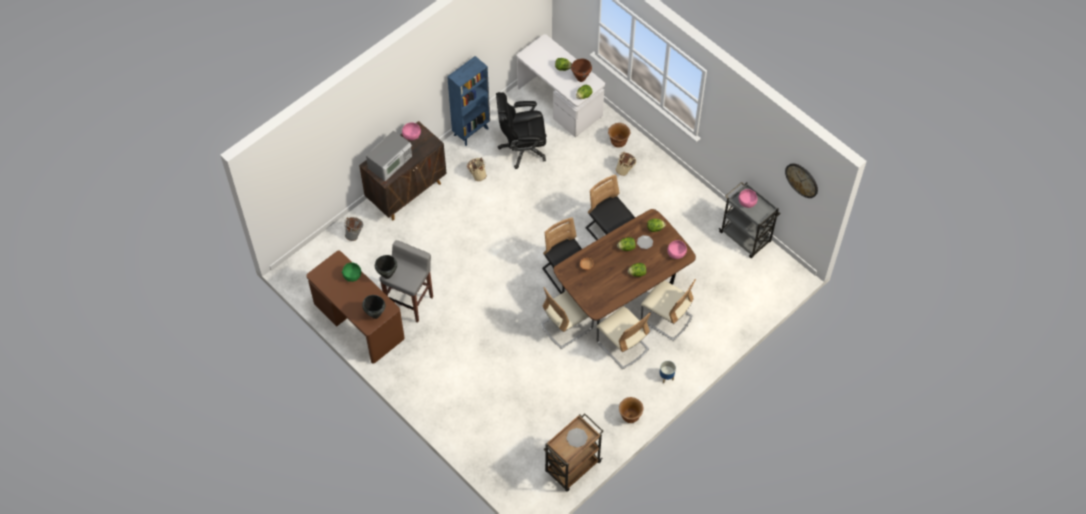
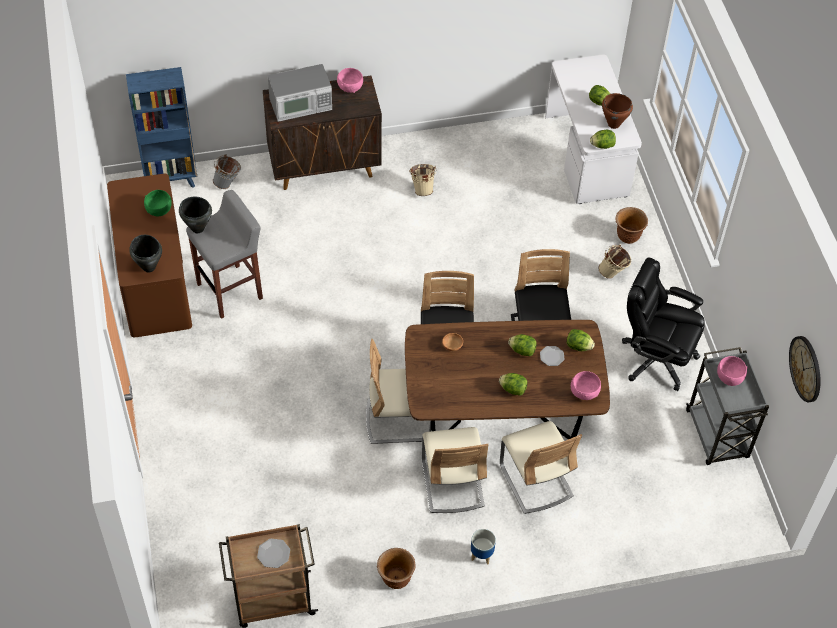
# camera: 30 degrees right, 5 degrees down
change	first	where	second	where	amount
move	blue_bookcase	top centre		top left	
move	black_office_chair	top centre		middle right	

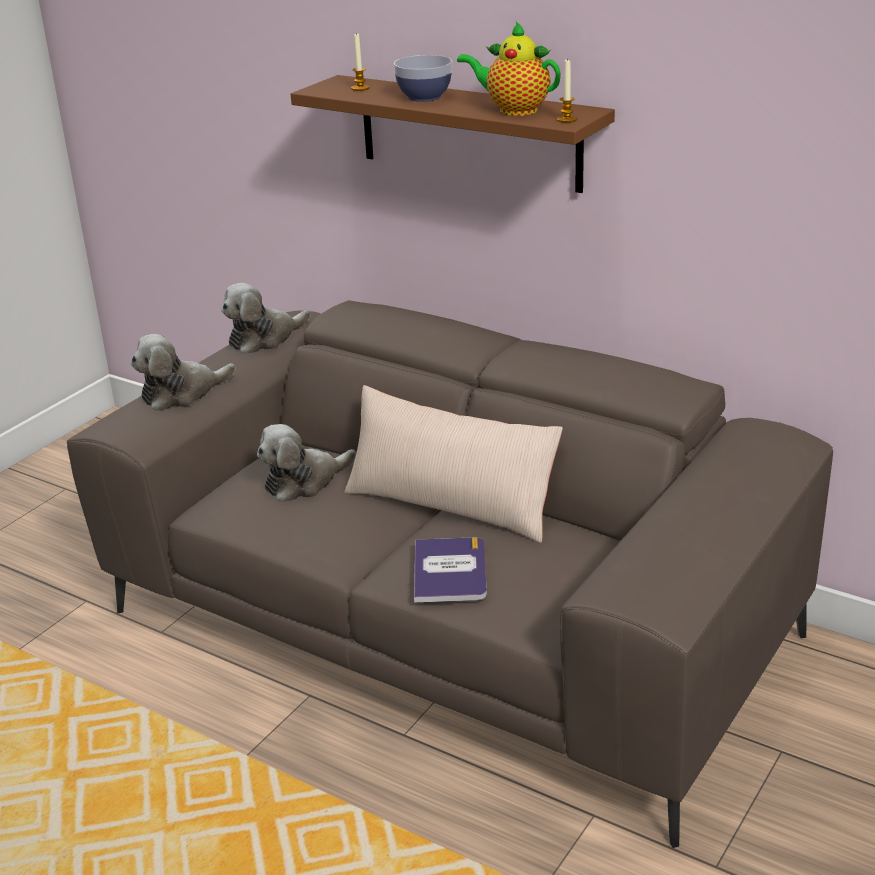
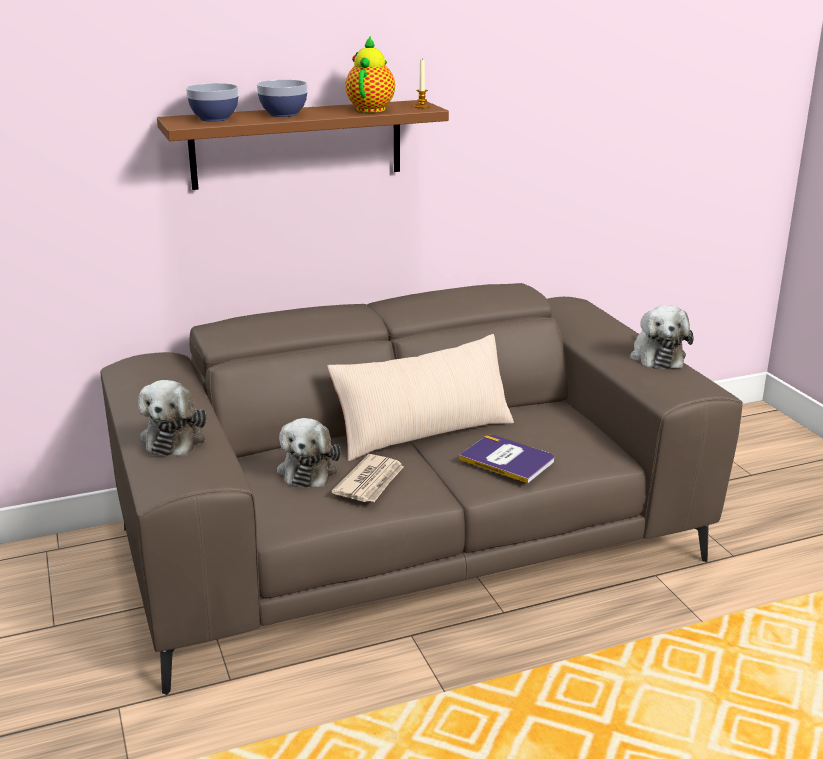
# camera: 55 degrees left, 5 degrees down
change	first	where	second	where	amount
insert			newspaper	centre	
move	plush_toy (2nd from left in the first image)	middle left	plush_toy (3rd from left)	middle right	
replace	candle (1st from left)	top centre	bowl (1st from left)	top left	
rotate	teapot	top centre		top centre	135 degrees clockwise

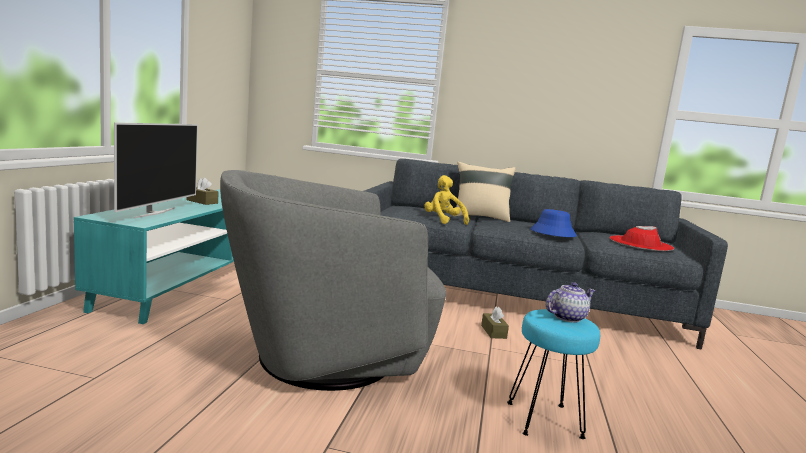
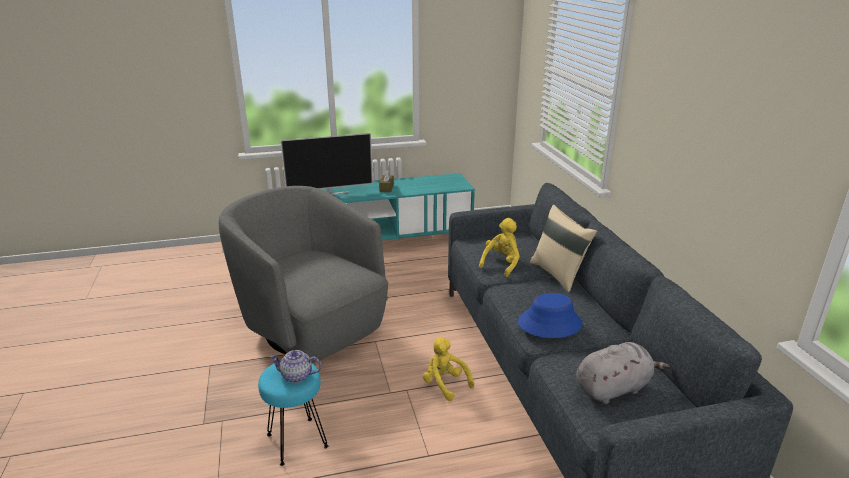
# camera: 65 degrees right, 15 degrees up
change	first	where	second	where	amount
replace	brown_tissue_box (2nd from left)	bottom centre	yellow_plush_toy (1st from left)	bottom centre	
replace	red_hat	middle right	grey_plush_toy	bottom right	
rotate	teapot	bottom right		bottom centre	150 degrees clockwise

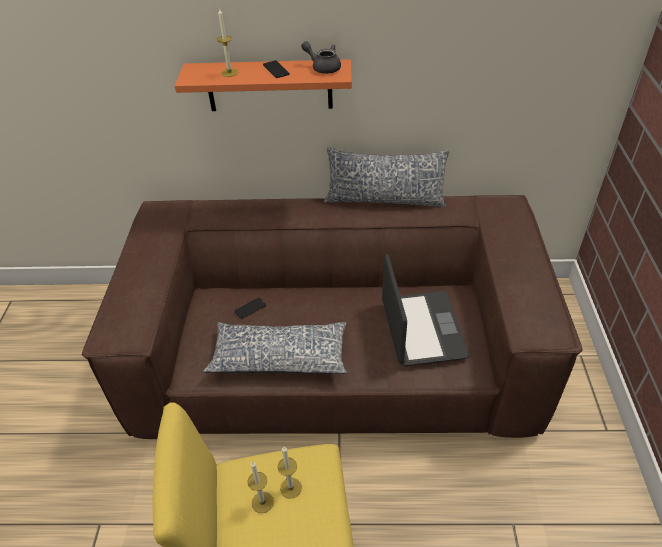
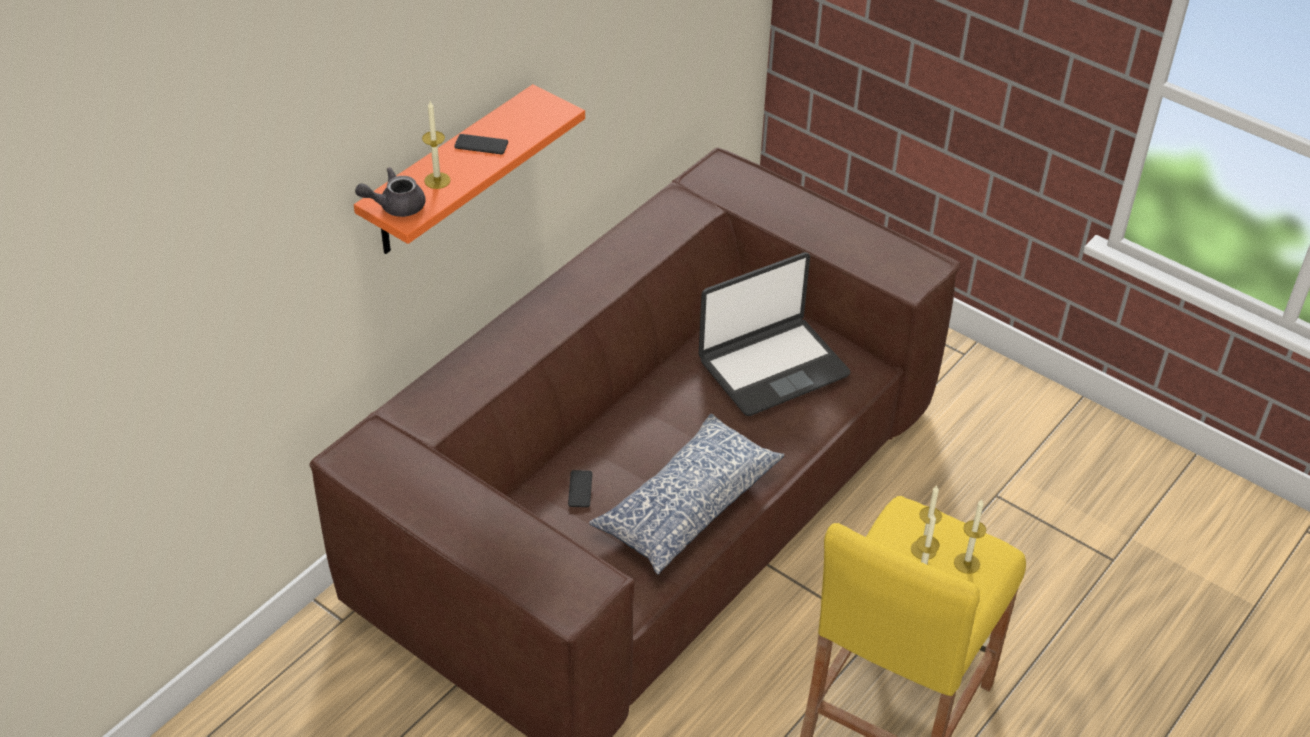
# camera: 55 degrees left, 0 degrees up
change	first	where	second	where	amount
delete	pillow (2nd from left)	top centre			
insert			candle (4th from left)	bottom right	
move	grey_teapot	top centre		top left	
rotate	laptop	centre		centre	120 degrees clockwise

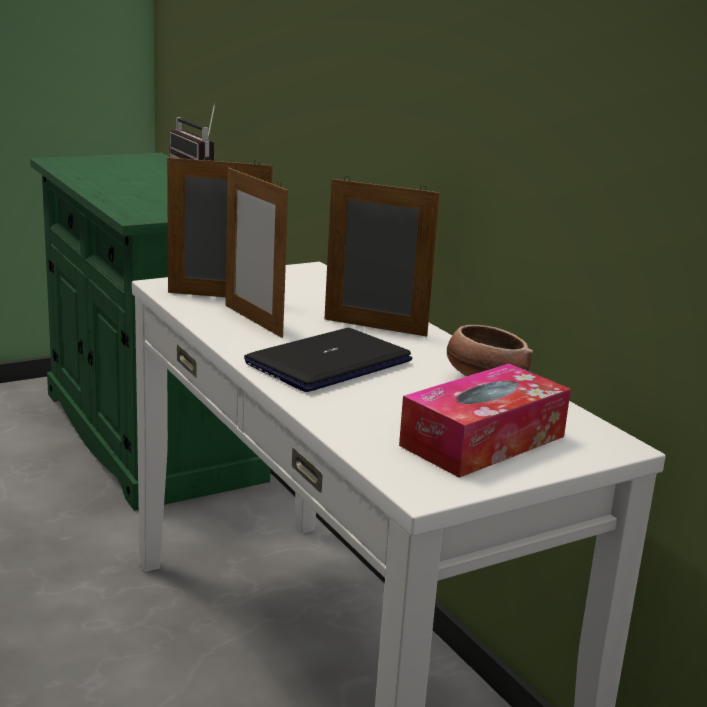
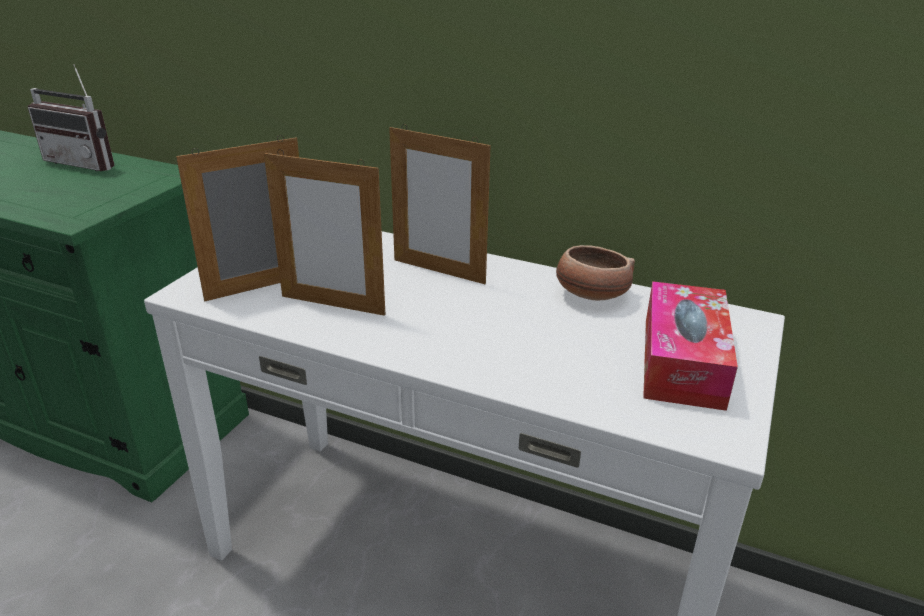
# camera: 35 degrees left, 10 degrees up
change	first	where	second	where	amount
delete	laptop	centre			
rotate	picture_frame (3rd from left)	centre		top centre	135 degrees counterclockwise

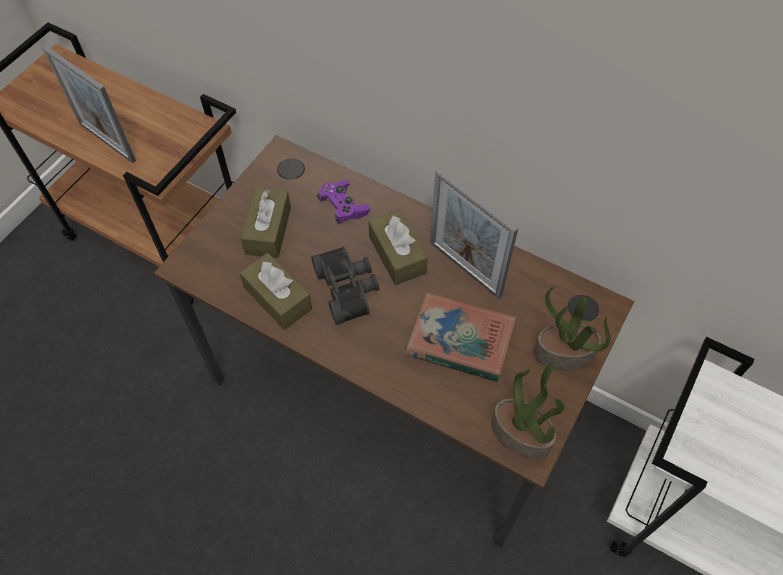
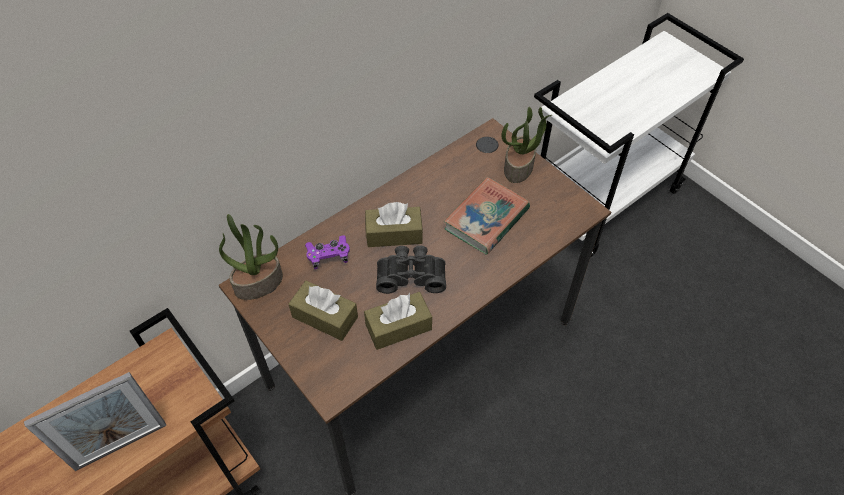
# camera: 70 degrees left, 5 degrees down
change	first	where	second	where	amount
delete	picture_frame (2nd from left)	centre			
move	potted_plant (1st from left)	bottom right		middle left	

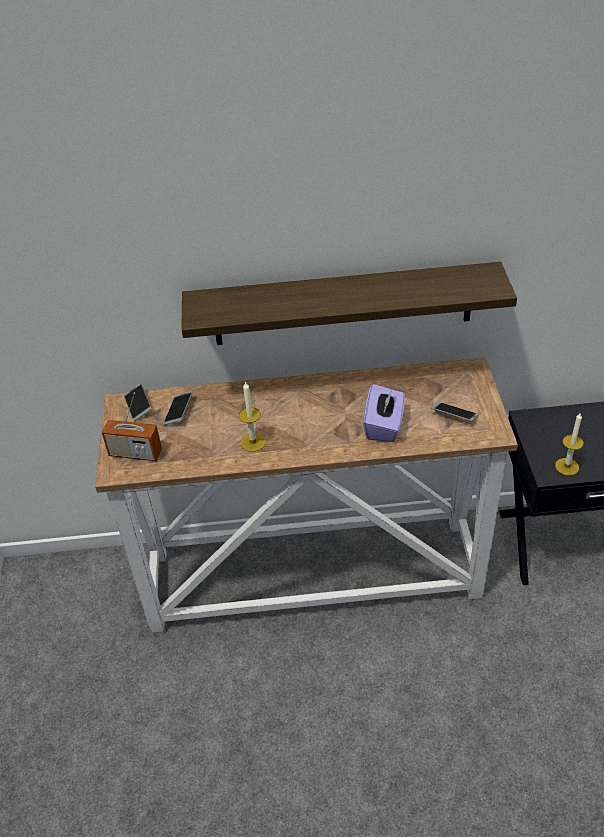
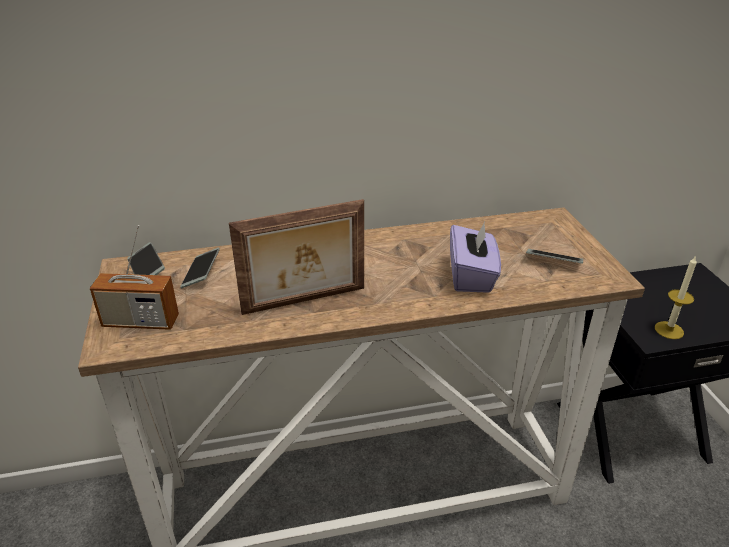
# camera: 10 degrees left, 10 degrees down
change	first	where	second	where	amount
delete	shelf	centre			
replace	candle (1st from left)	centre	picture_frame	centre	

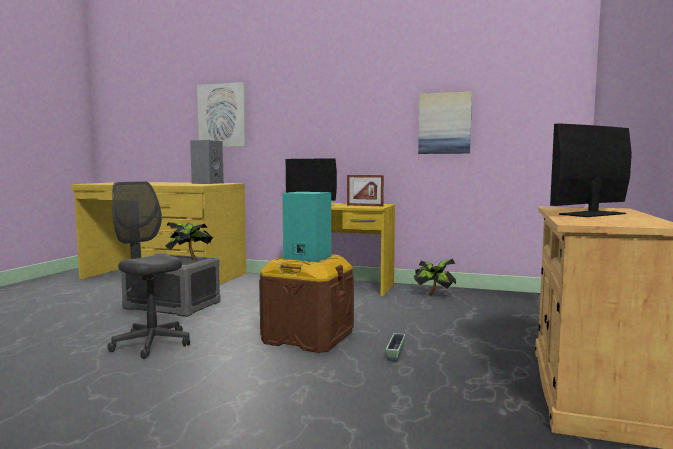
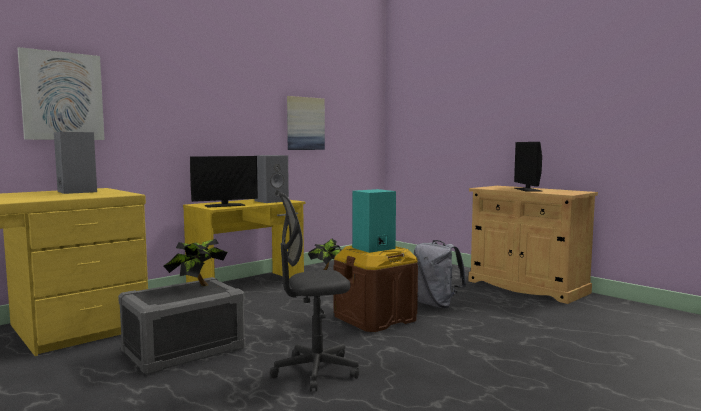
# camera: 60 degrees left, 0 degrees up
change	first	where	second	where	amount
replace	picture_frame	centre	grey_speaker (2nd from left)	centre	
replace	planter	bottom centre	grey_backpack	bottom centre	

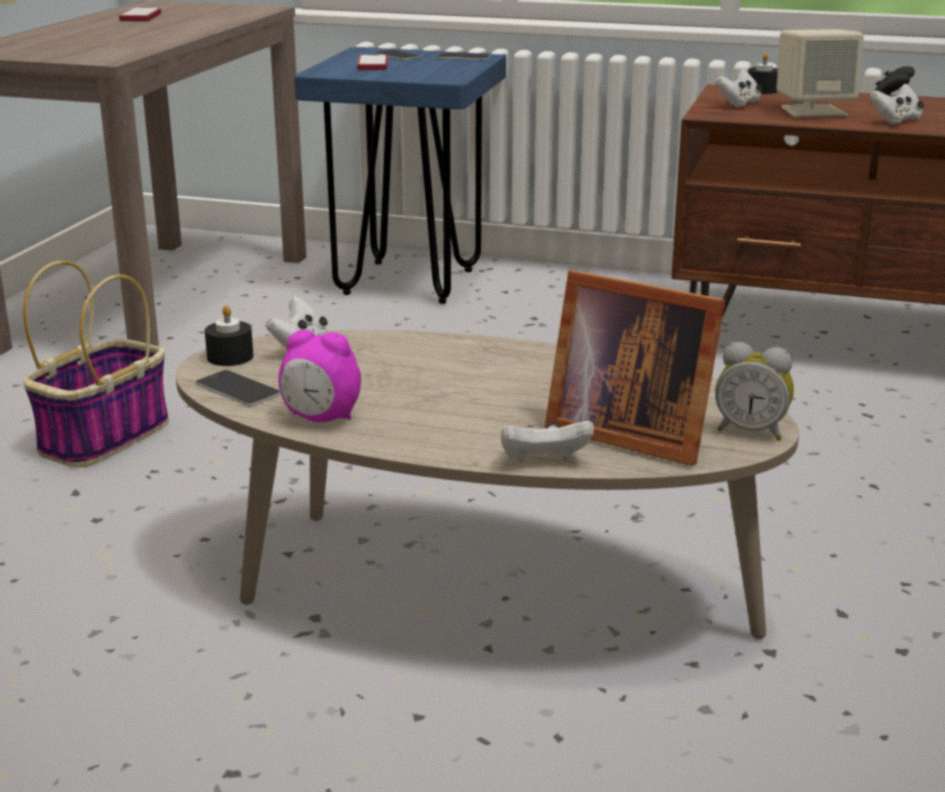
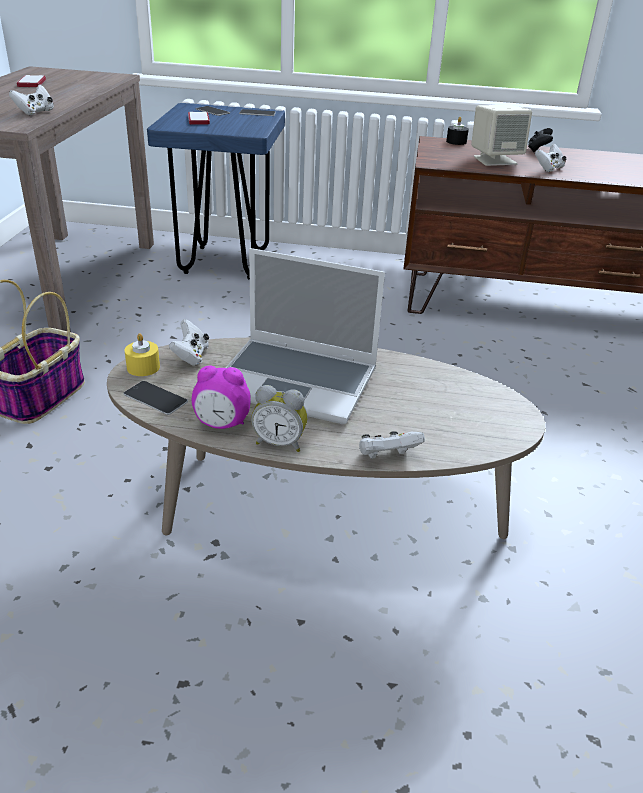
# camera: 10 degrees left, 10 degrees up
change	first	where	second	where	amount
delete	picture_frame	middle right			
insert			laptop	centre	
move	white_game_controller (3rd from left in the first image)	top right	white_game_controller (1st from left)	top left	
move	alarm_clock (2nd from left)	middle right		centre	
recolor	black_candle (1st from left)	middle left	yellow_candle	middle left	

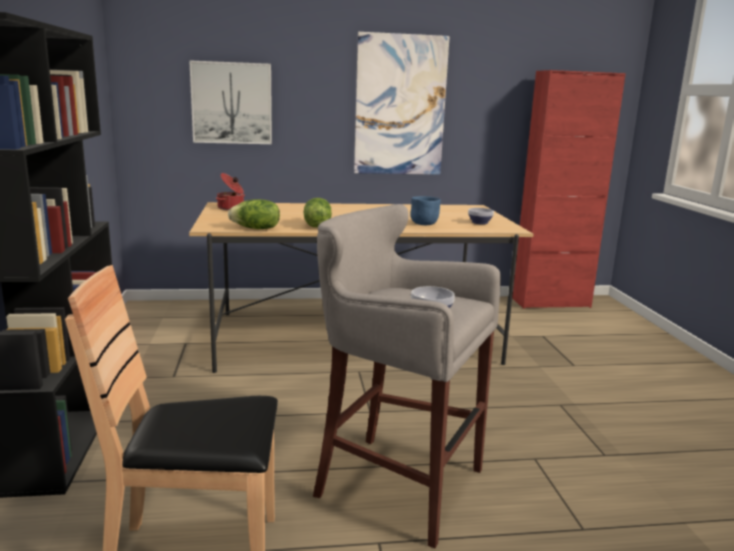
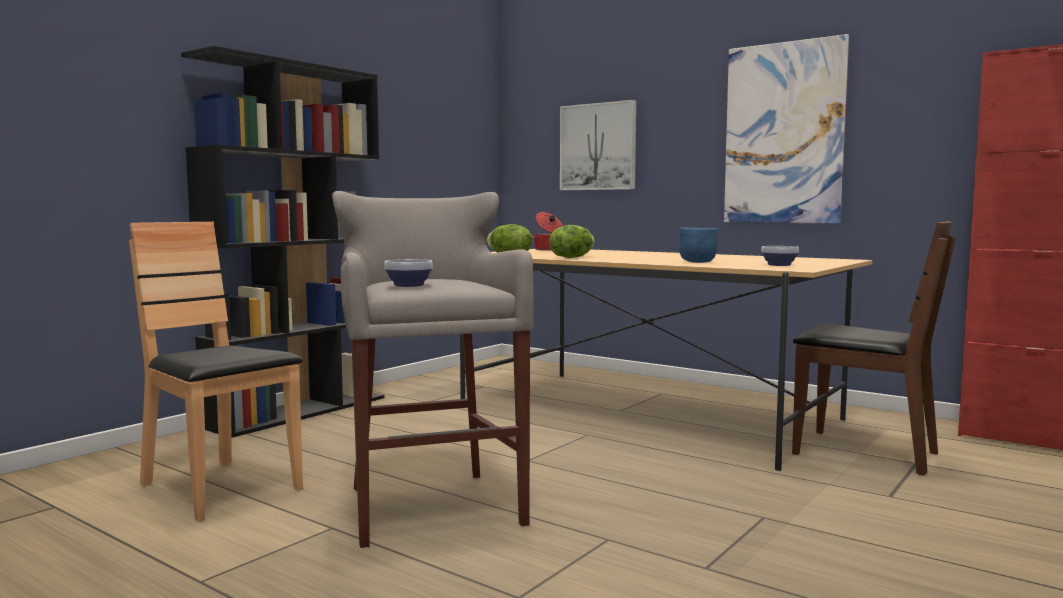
# camera: 45 degrees right, 10 degrees down
change	first	where	second	where	amount
insert			brown_chair (2nd from left)	middle right	

